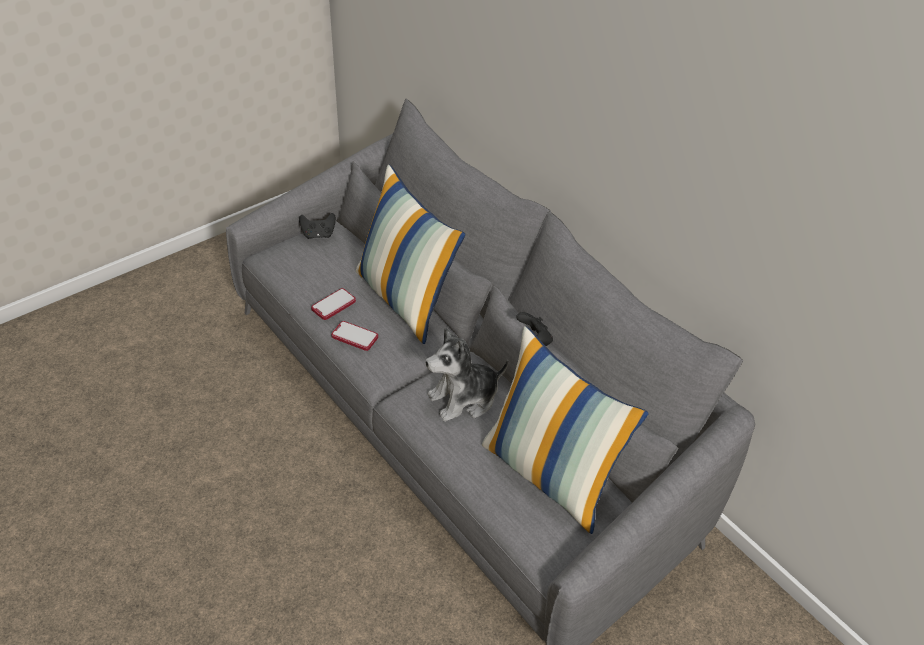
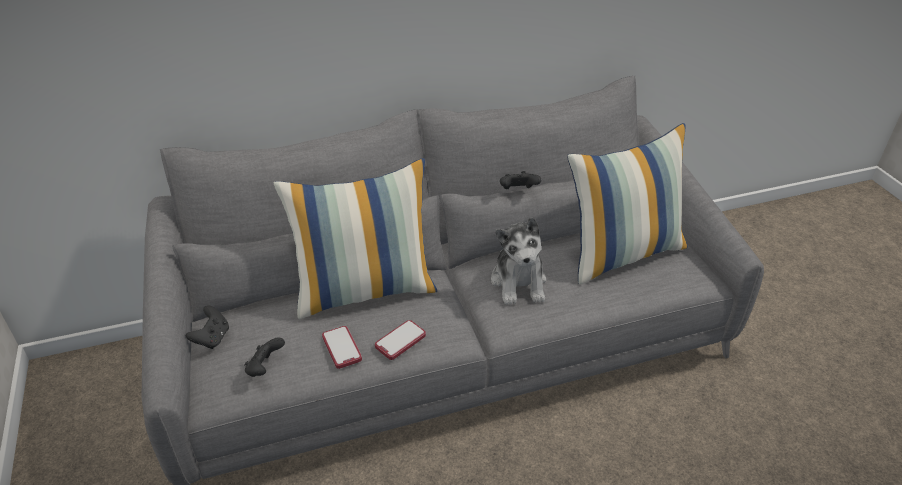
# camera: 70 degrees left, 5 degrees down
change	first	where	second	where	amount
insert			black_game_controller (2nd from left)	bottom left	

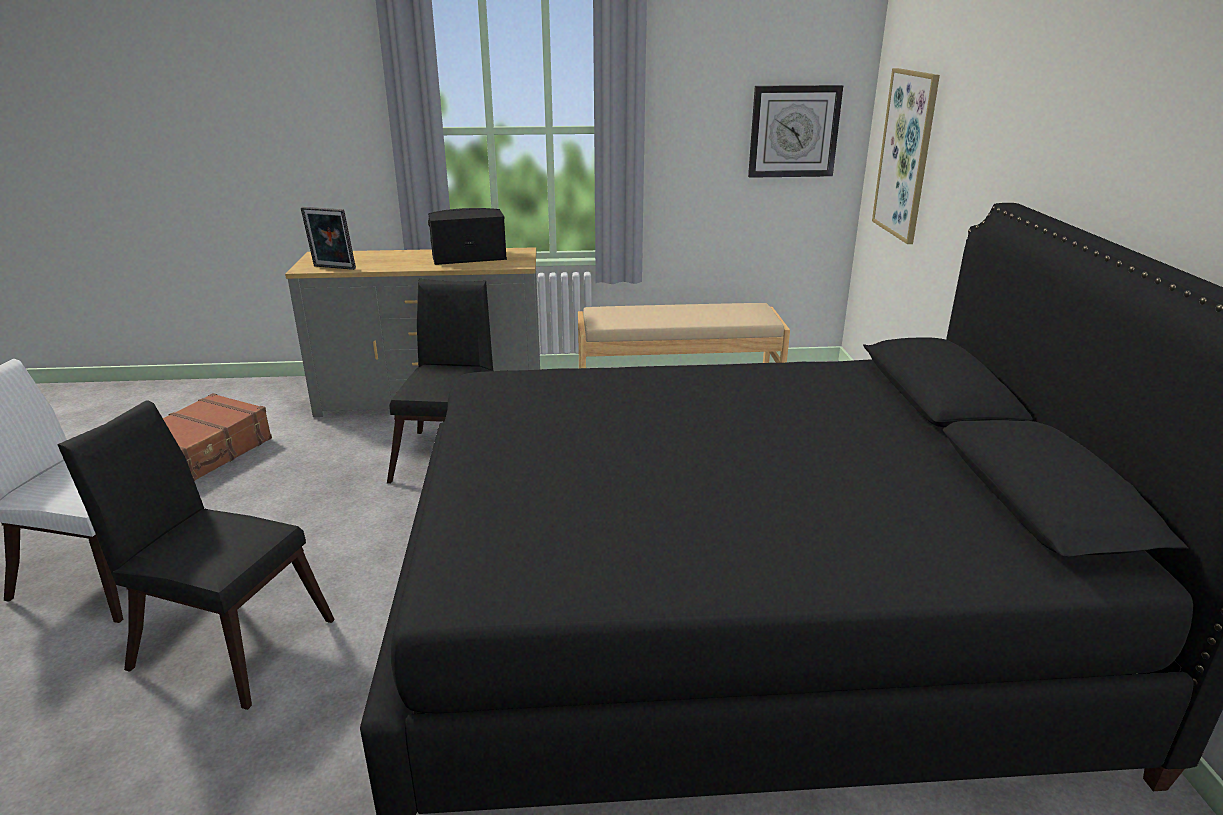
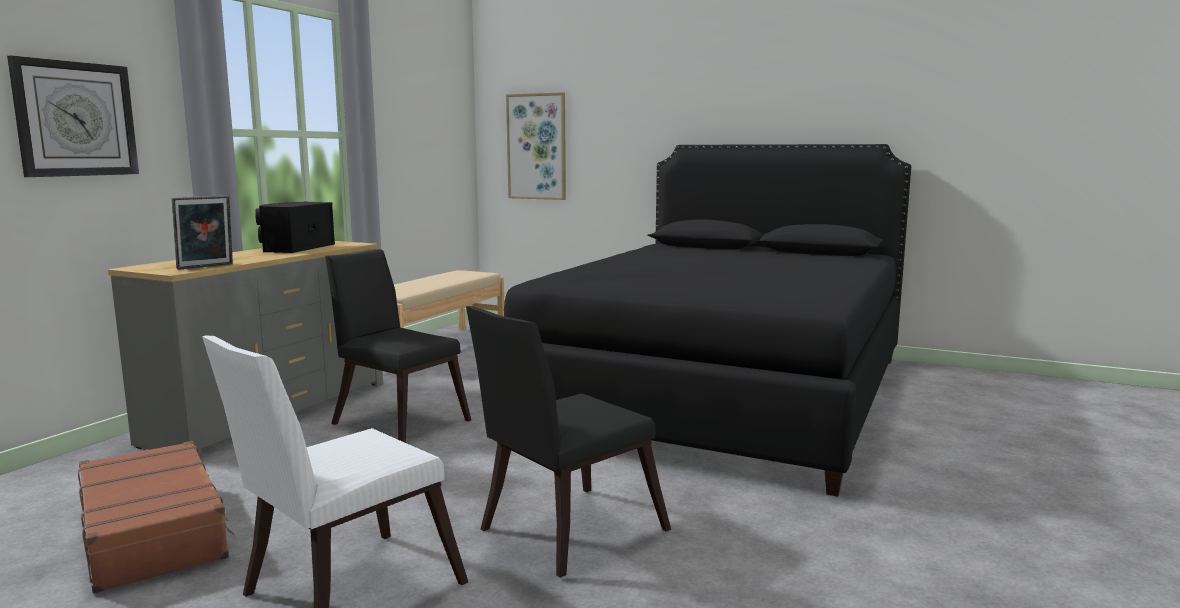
# camera: 60 degrees left, 15 degrees down
change	first	where	second	where	amount
move	wall_clock	top centre		top left	

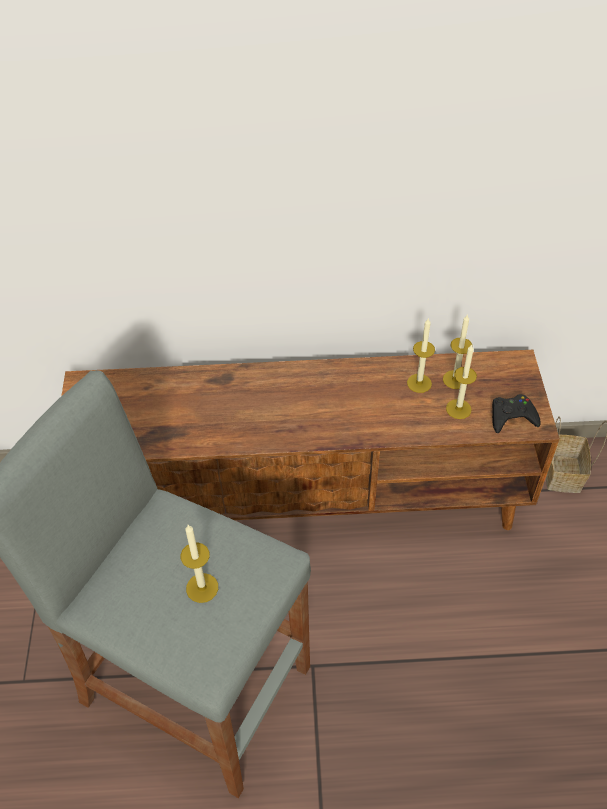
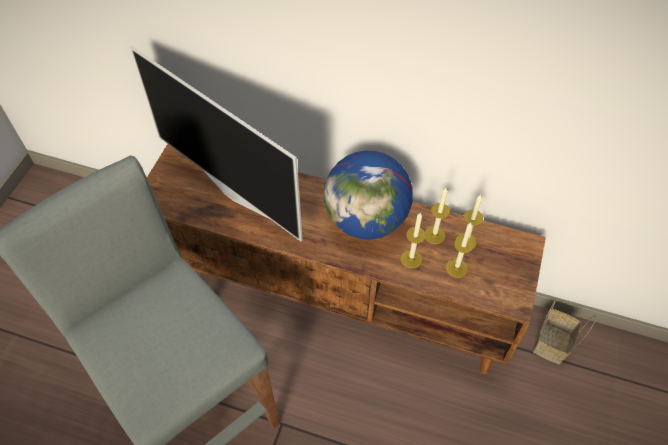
# camera: 20 degrees right, 5 degrees up
change	first	where	second	where	amount
delete	black_game_controller	middle right			
insert			television	top left	
insert			globe	centre	
move	candle (1st from left)	bottom left		centre	

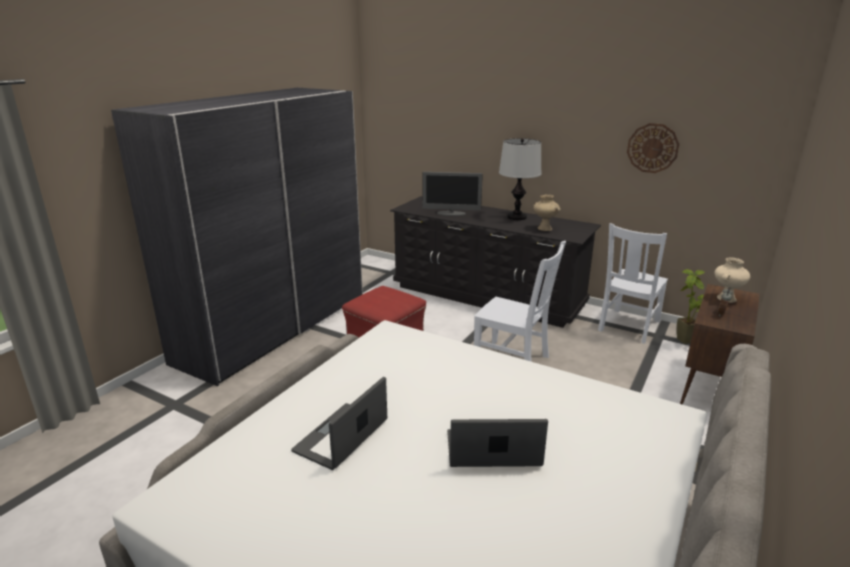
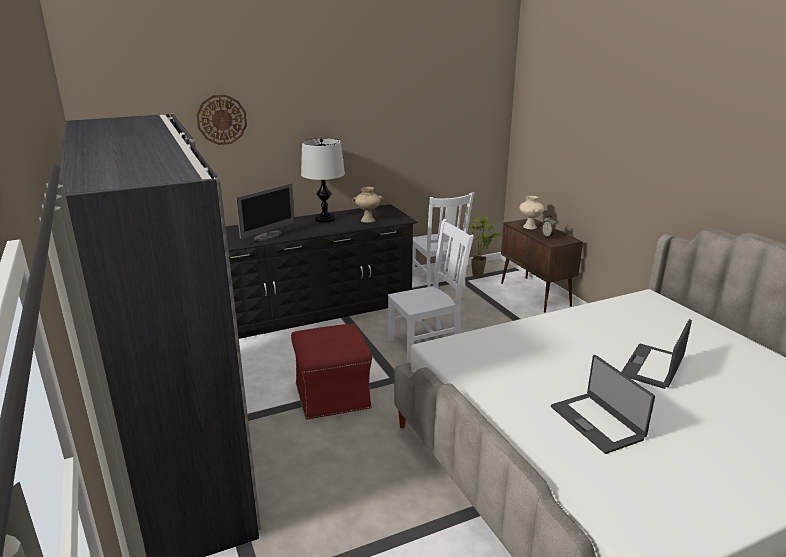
# camera: 55 degrees left, 0 degrees up
change	first	where	second	where	amount
move	wall_clock	top right		top left	

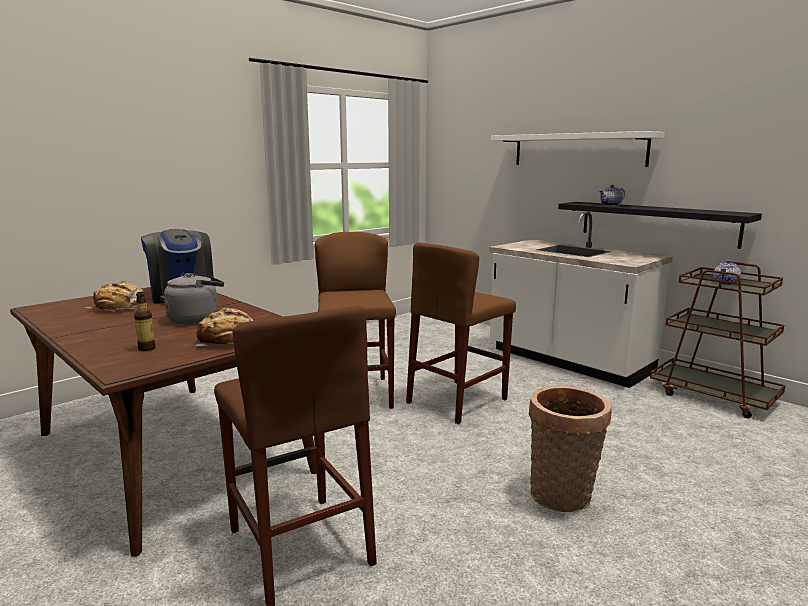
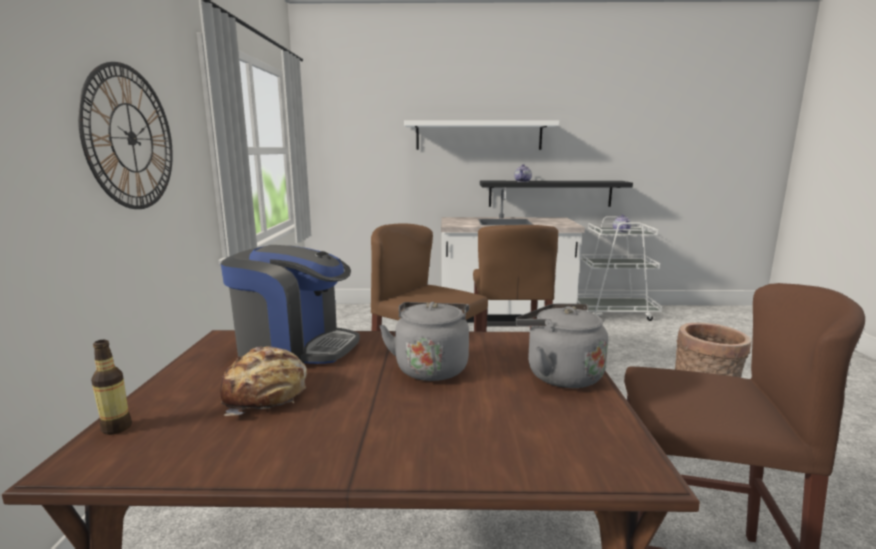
# camera: 45 degrees left, 0 degrees up
change	first	where	second	where	amount
insert			wall_clock	top left	
move	bottle	middle left		bottom left	
replace	bread (2nd from left)	middle left	grey_kettle (2nd from left)	centre	
recolor	brown_cart	middle right	white_cart	middle right	

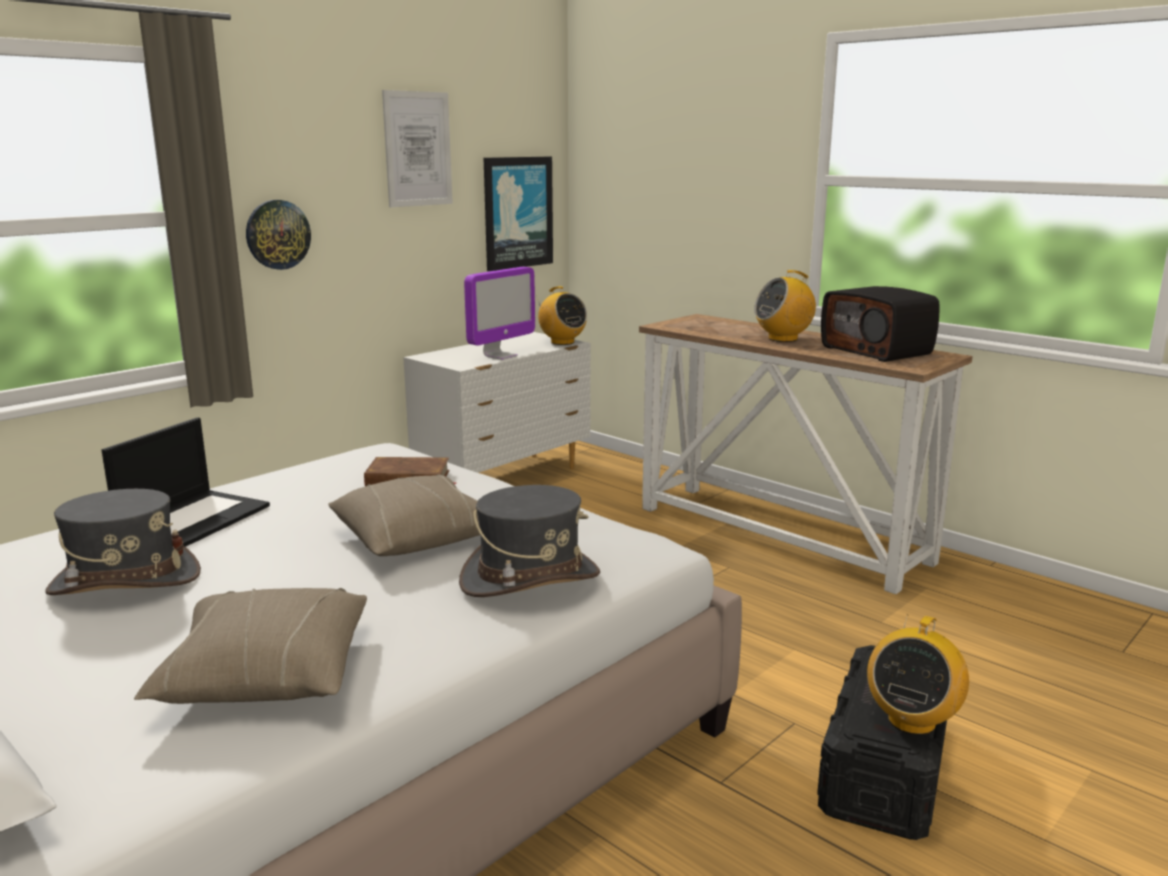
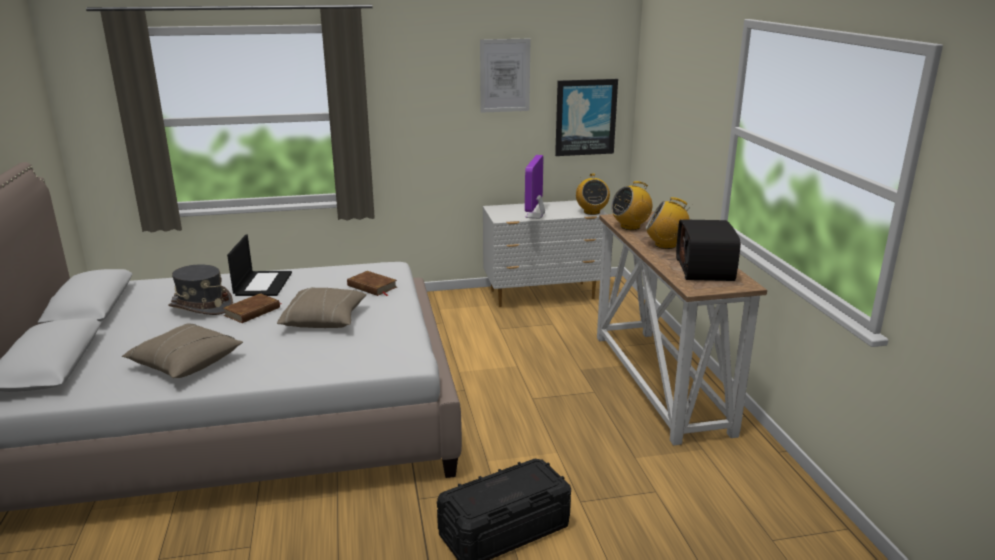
# camera: 35 degrees right, 5 degrees up
change	first	where	second	where	amount
delete	wall_clock	top left			
delete	grey_hat (2nd from left)	centre			
insert			brown_book (1st from left)	middle left	
move	radio (4th from left in the first image)	bottom right	radio (2nd from left)	centre	
rotate	laptop	middle left		middle left	60 degrees counterclockwise
rotate	monitor	centre		centre	120 degrees clockwise

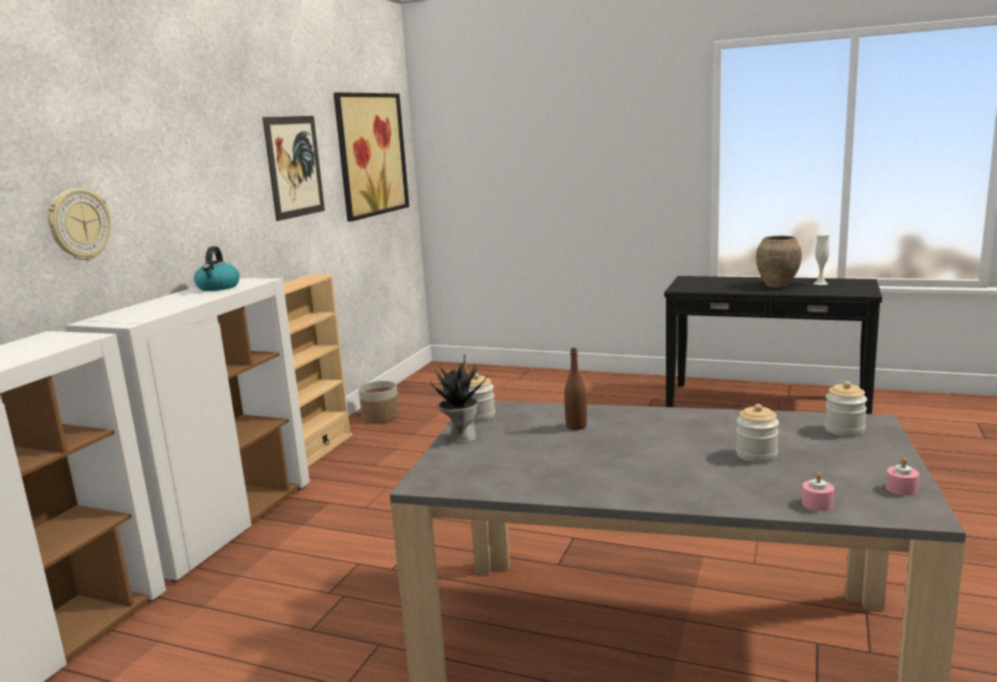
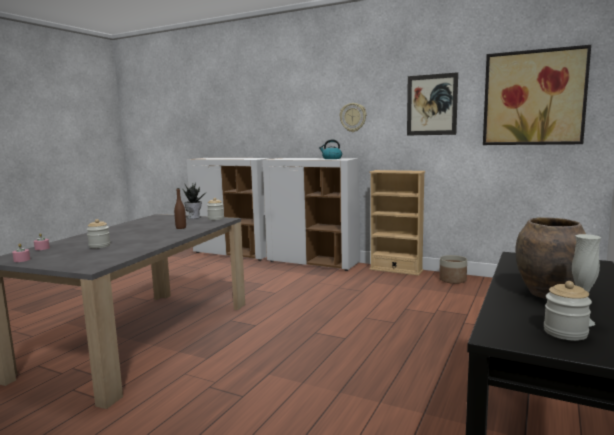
# camera: 95 degrees right, 5 degrees down
change	first	where	second	where	amount
move	wall_clock	top left		top centre	
move	jar (3rd from left)	middle right		bottom right	

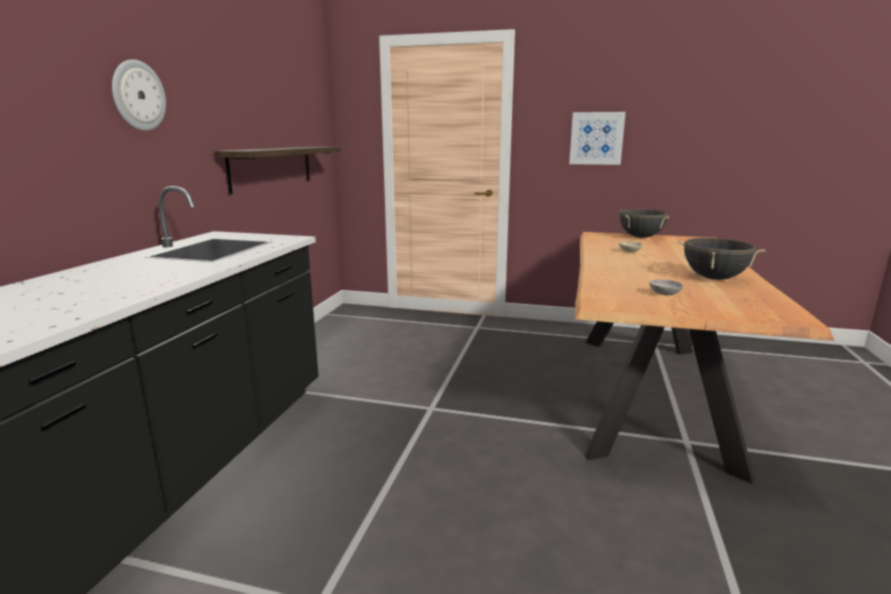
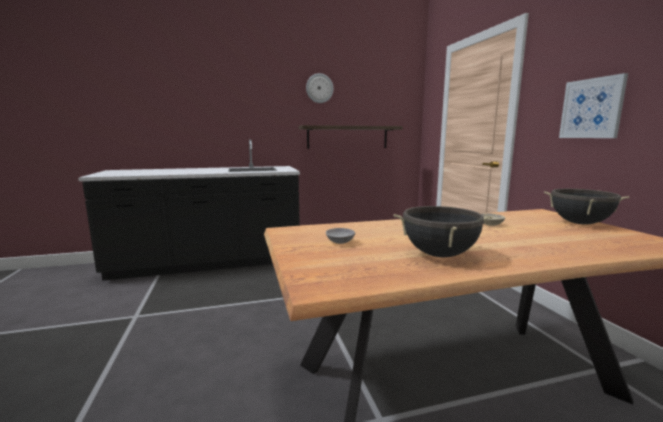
# camera: 60 degrees right, 5 degrees down
change	first	where	second	where	amount
move	wall_clock	top left		top centre	

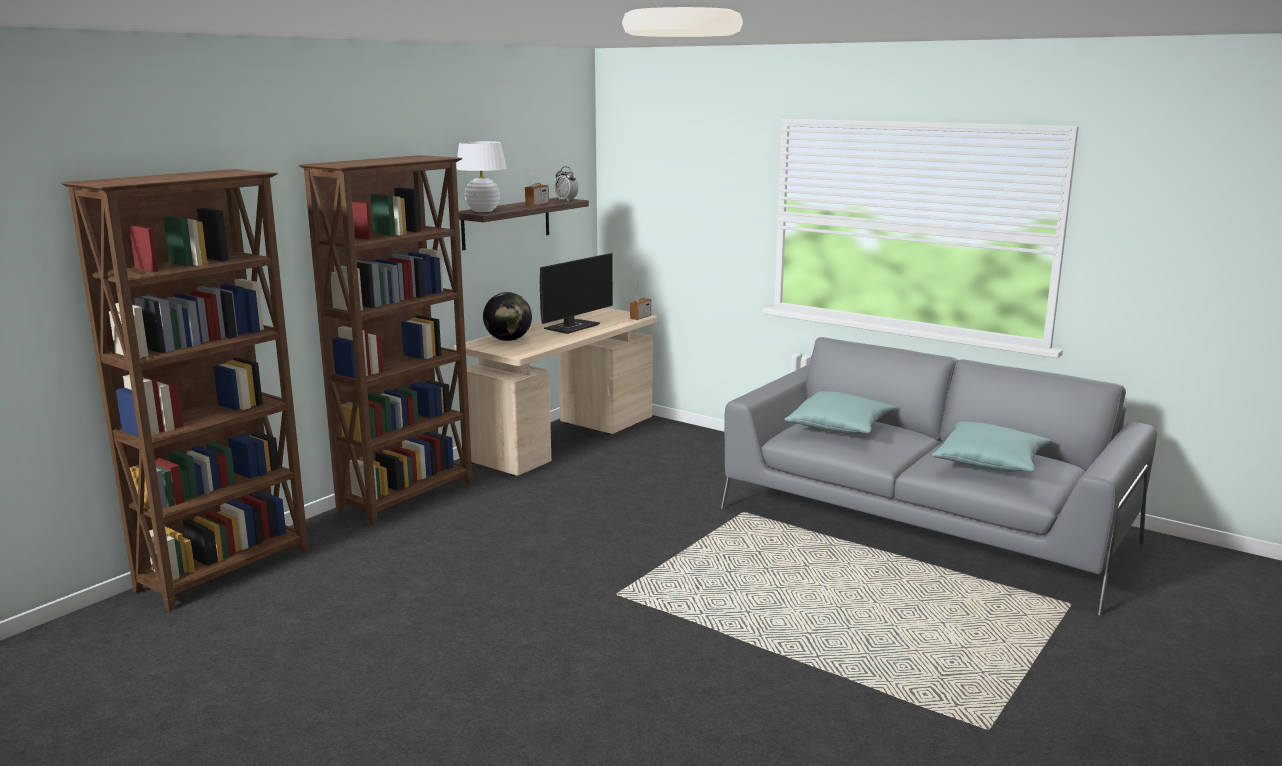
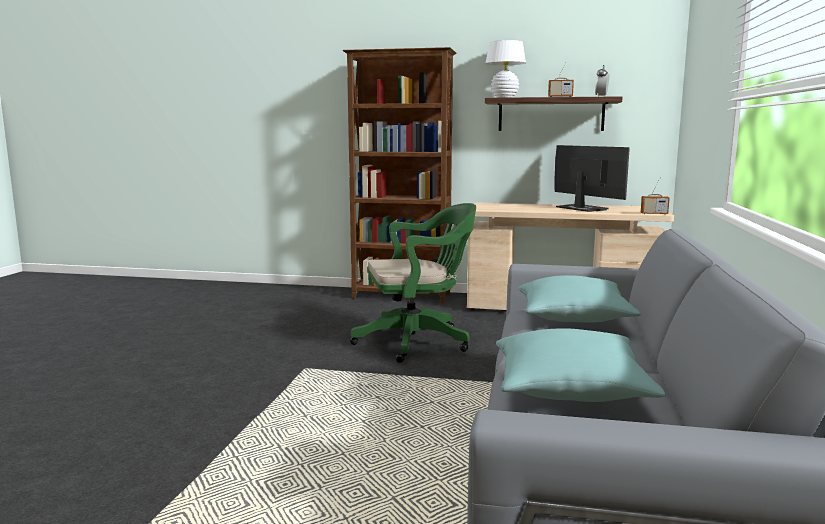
# camera: 65 degrees right, 5 degrees down
change	first	where	second	where	amount
delete	brown_bookcase (1st from left)	middle left			
delete	globe	centre			
insert			green_office_chair	centre	
rotate	monitor	centre		middle right	135 degrees counterclockwise

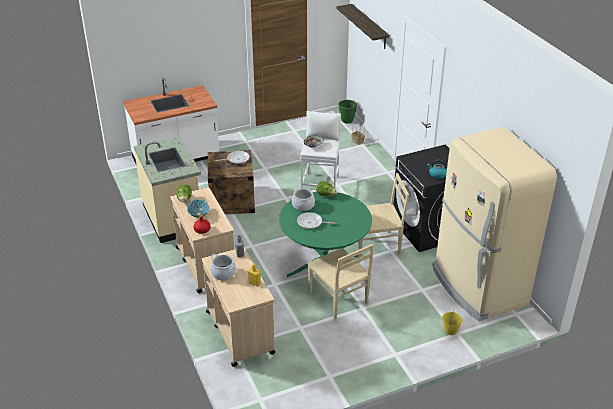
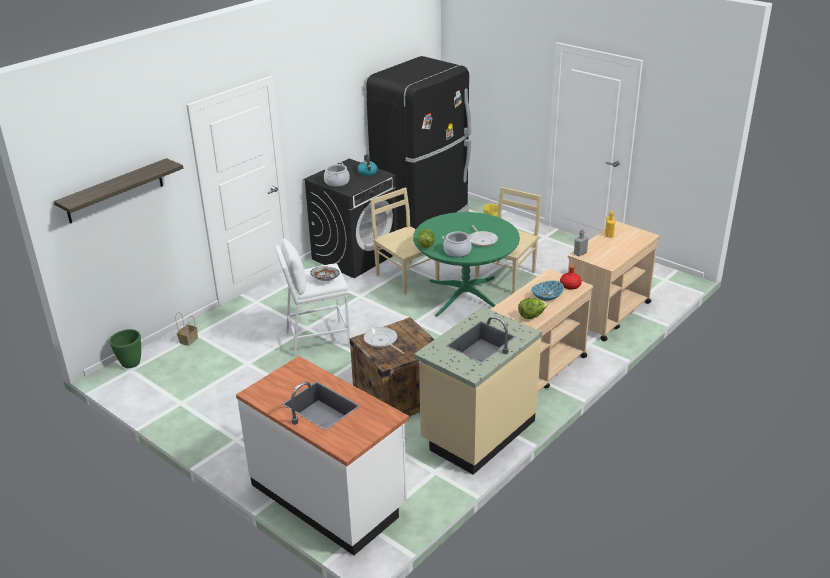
# camera: 115 degrees left, 5 degrees down
change	first	where	second	where	amount
move	cooking_pot (1st from left)	centre		top centre	
recolor	beige_fridge	middle right	black_fridge	top centre	

